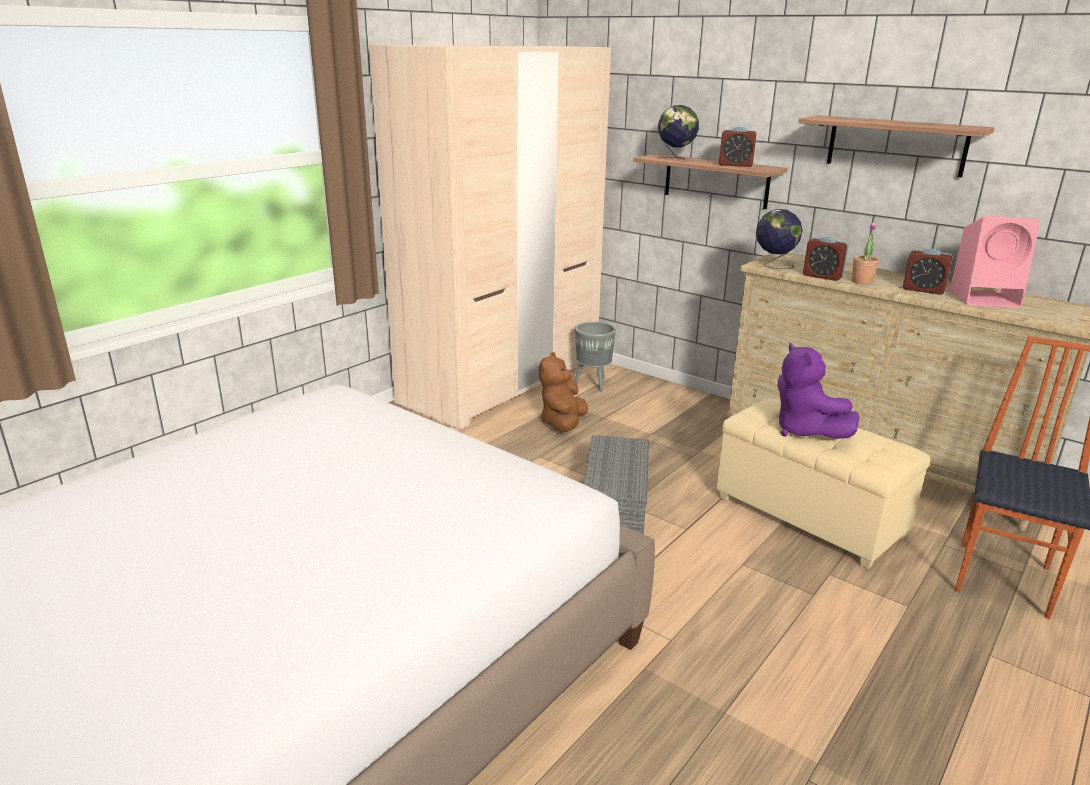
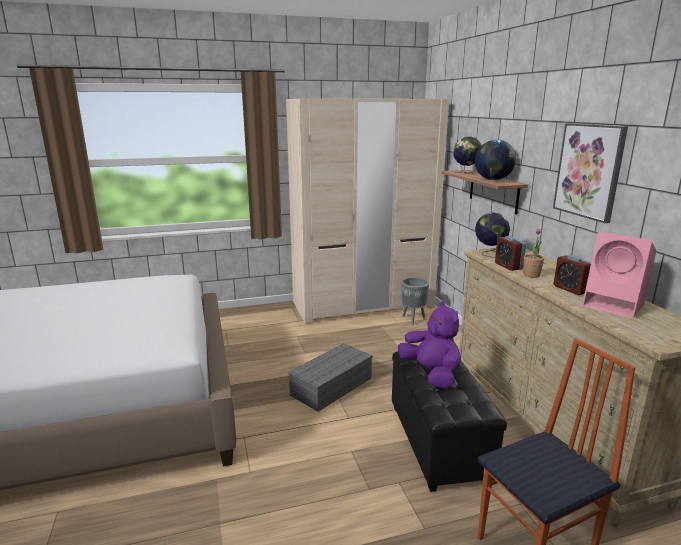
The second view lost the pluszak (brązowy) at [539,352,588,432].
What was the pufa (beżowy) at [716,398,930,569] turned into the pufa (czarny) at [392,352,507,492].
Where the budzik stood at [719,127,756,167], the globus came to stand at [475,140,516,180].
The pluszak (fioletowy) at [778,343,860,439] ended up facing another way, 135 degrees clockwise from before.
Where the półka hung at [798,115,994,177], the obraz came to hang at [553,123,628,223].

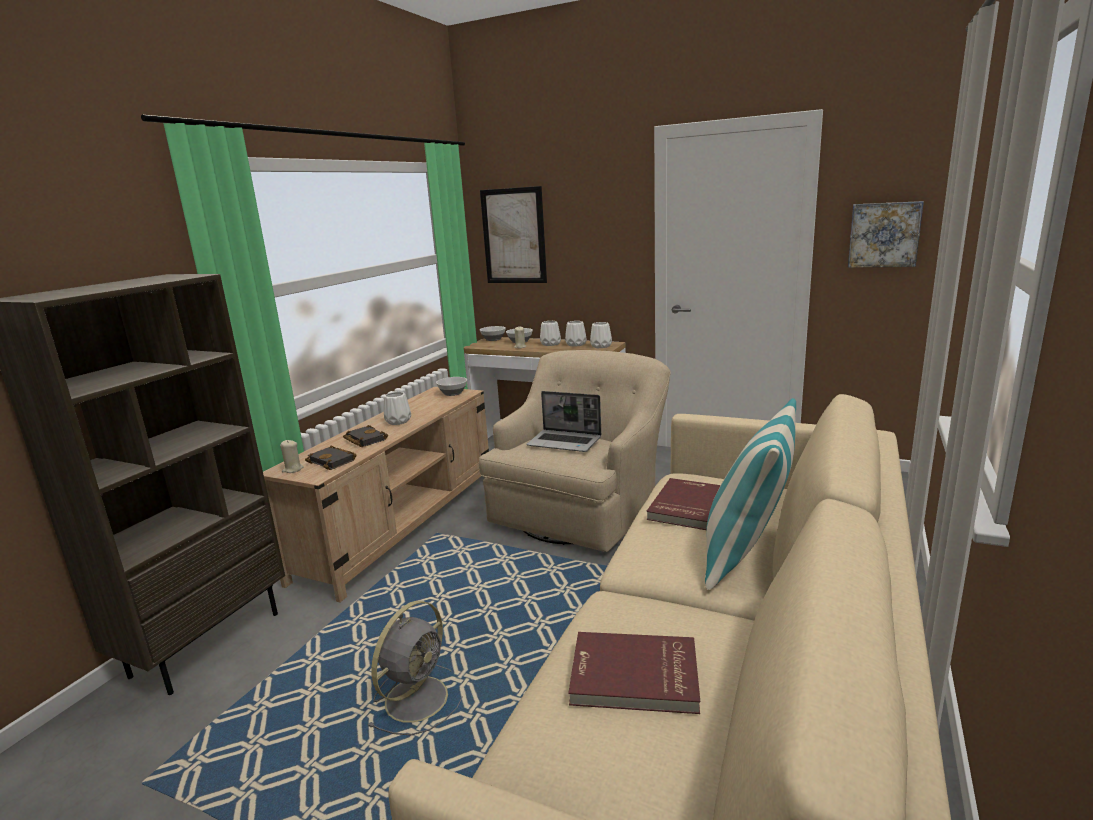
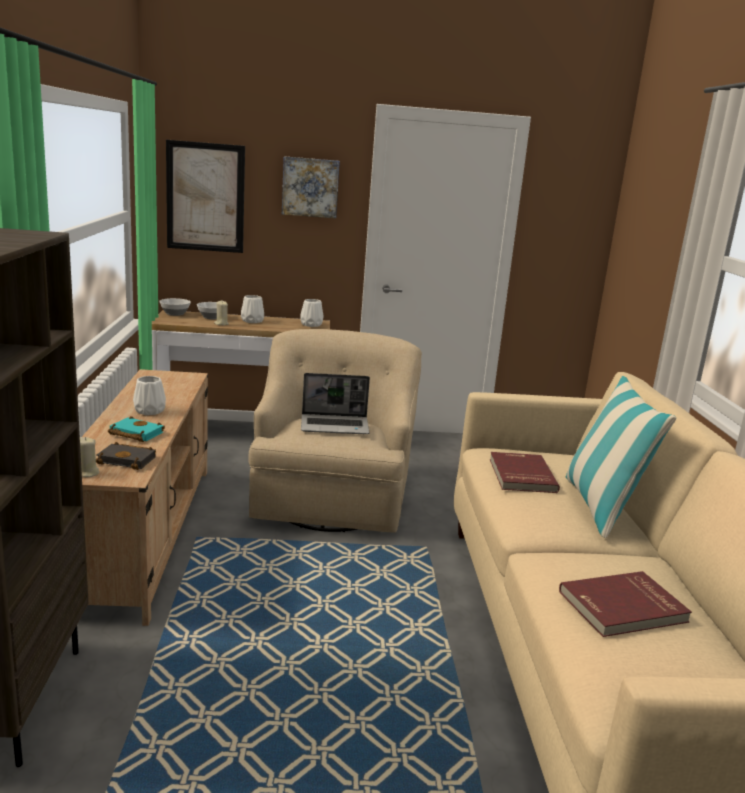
What was the książka (czarny) at [343,425,388,447] turned into the książka (turkusowy) at [108,416,165,442].
The second view lost the wentylator (szary) at [367,601,463,735].
The second view lost the miska at [436,377,467,396].
The second view lost the wazon (biały) at [565,321,587,347].
The obraz ended up elsewhere, having gone from [848,201,924,267] to [282,156,340,218].

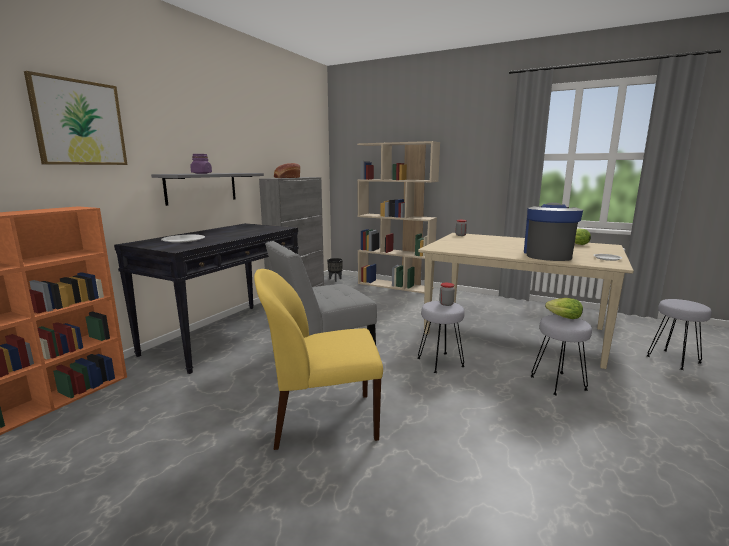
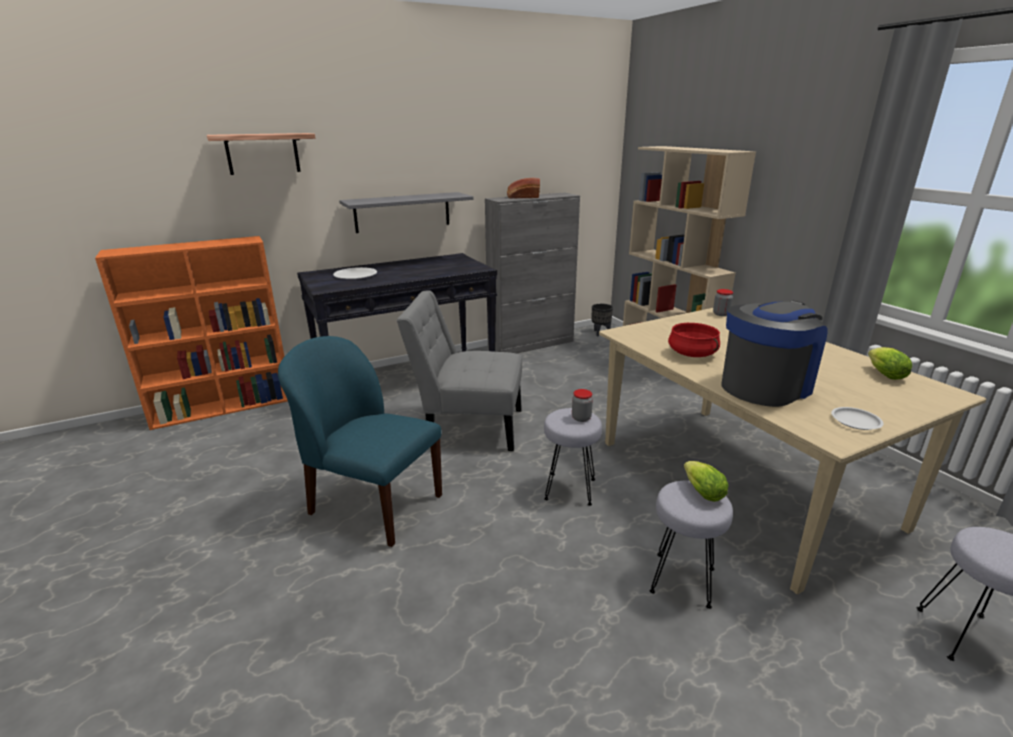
Where the obraz hung at [24,71,127,165], the półka came to hang at [207,133,315,175].
The second view lost the słoik (fioletowy) at [190,154,212,174].
What was the krzesło (żółty) at [254,269,383,450] turned into the krzesło (niebieski) at [278,336,442,547].
The second view gained the garnek (czerwony) at [668,323,720,357].

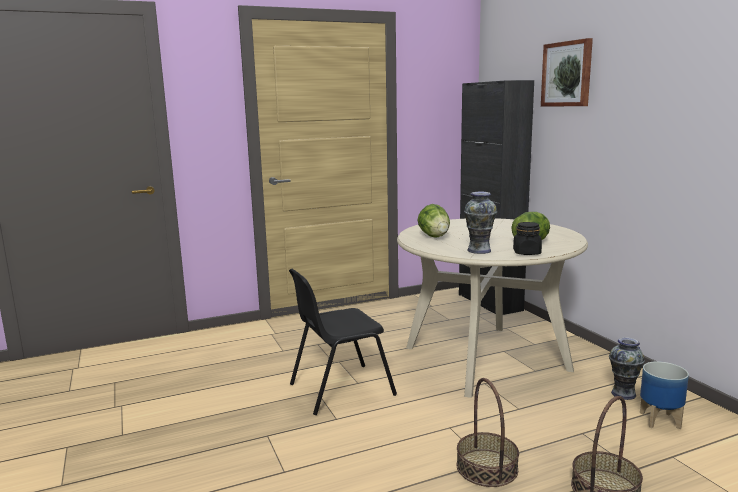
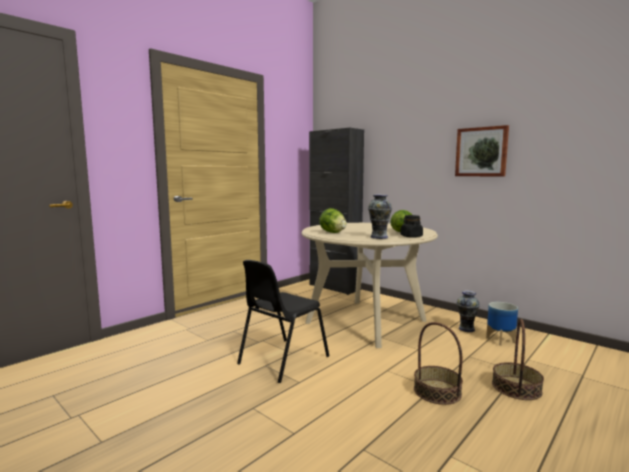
The obraz ended up elsewhere, having gone from [541,38,593,106] to [455,125,509,176].

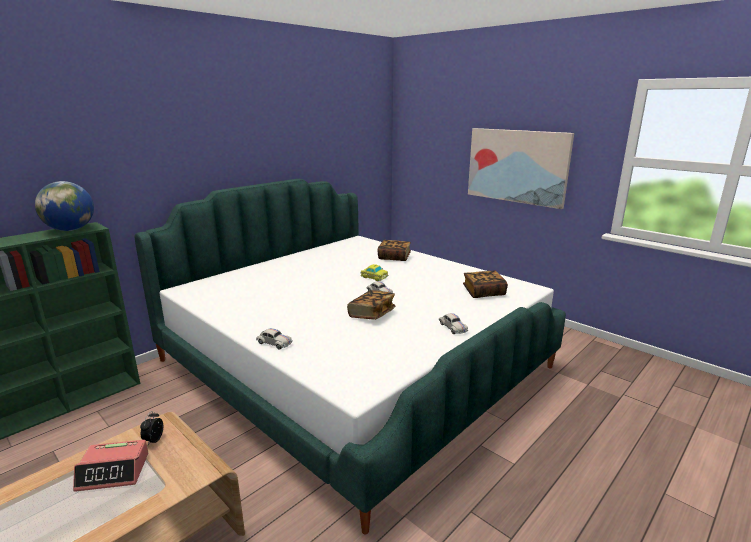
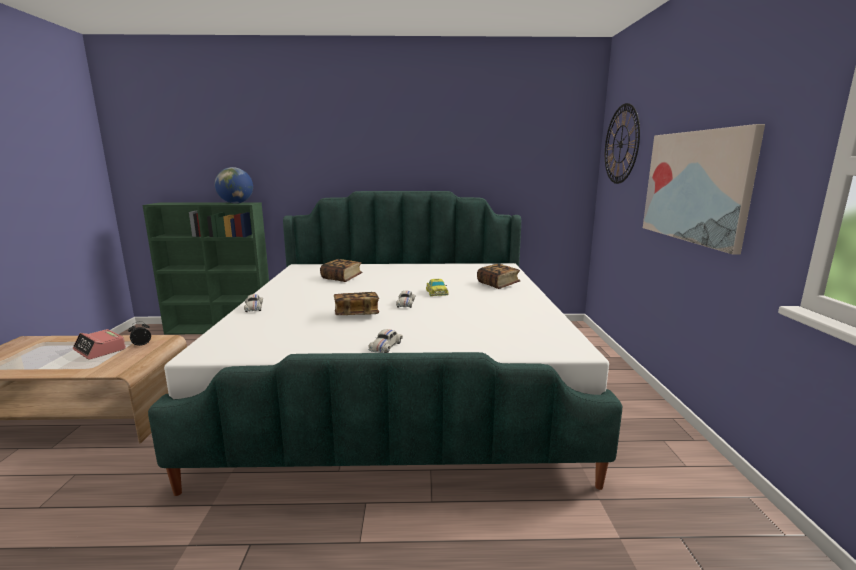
The książka ended up elsewhere, having gone from [463,271,508,298] to [320,259,363,282].
The second view gained the zegar ścienny at [605,103,640,184].

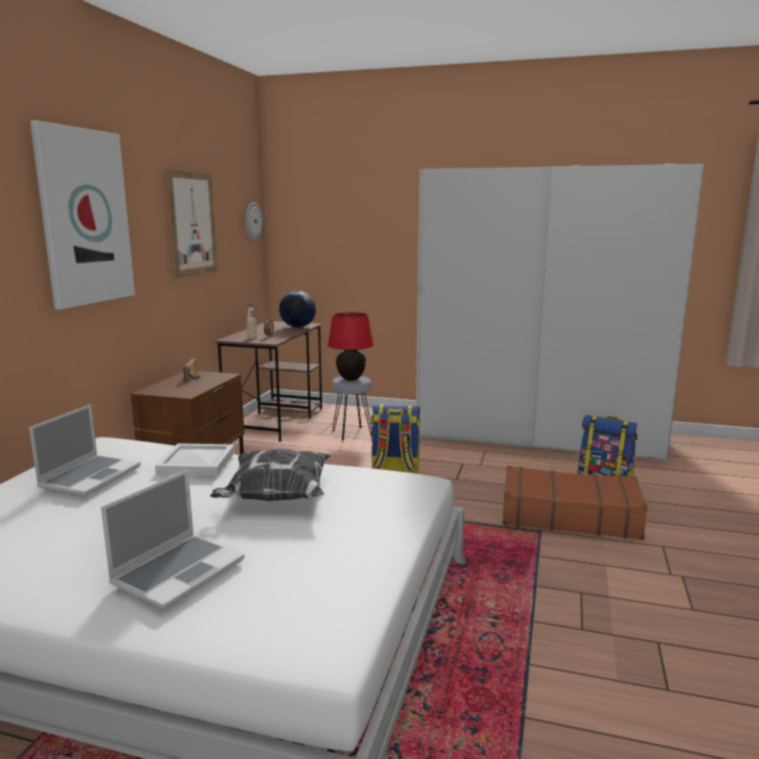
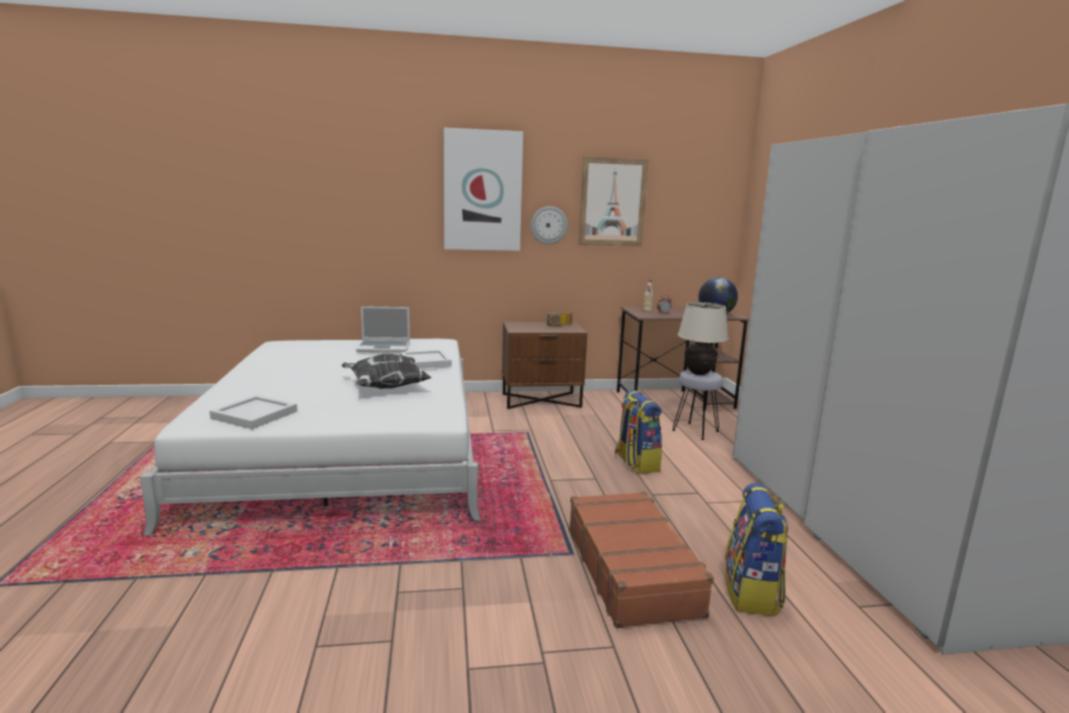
The second view lost the laptop at [101,470,245,609].
The zegar ścienny ended up elsewhere, having gone from [245,203,263,240] to [531,206,568,244].
What was the lampa stołowa (czerwony) at [327,312,374,381] turned into the lampa stołowa (beżowy) at [678,302,729,375].
The second view gained the taca (biały) at [209,395,297,429].

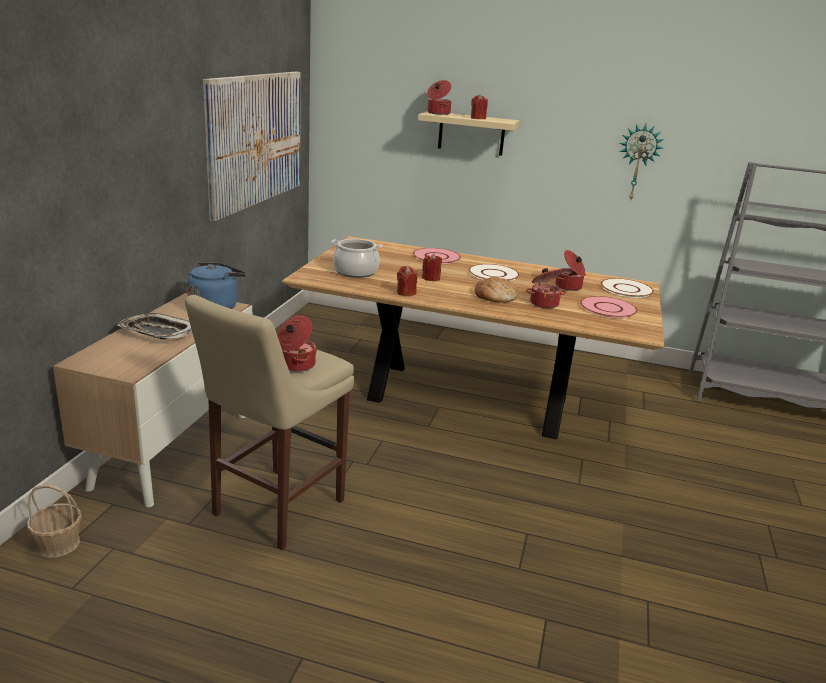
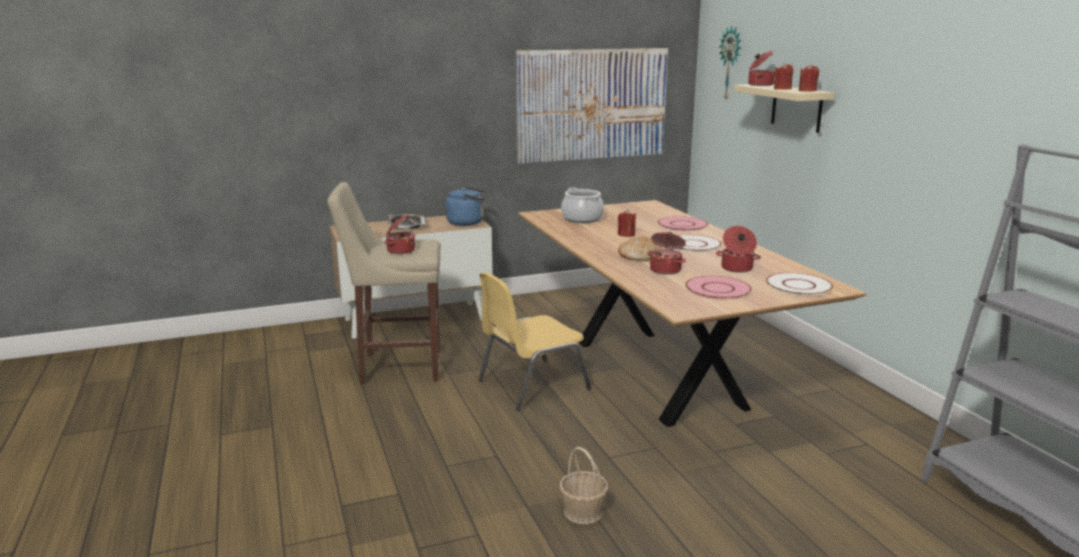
The koszyk ended up elsewhere, having gone from [27,484,82,558] to [560,447,608,524].
The świeca (czerwony) ended up elsewhere, having gone from [397,266,417,296] to [799,64,819,91].
The zegar ścienny ended up elsewhere, having gone from [619,124,664,202] to [719,25,742,100].
The second view gained the krzesło (żółty) at [478,272,591,411].

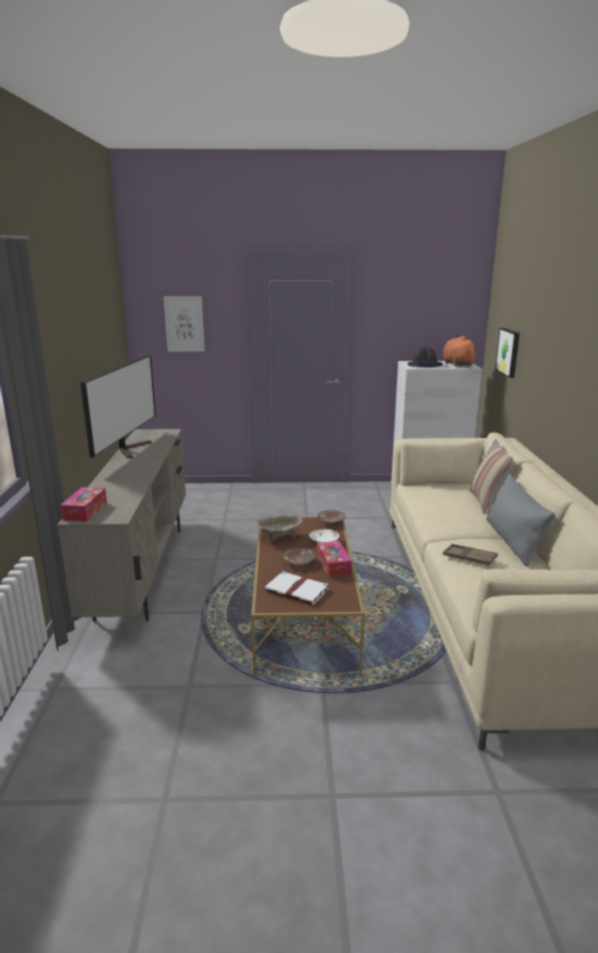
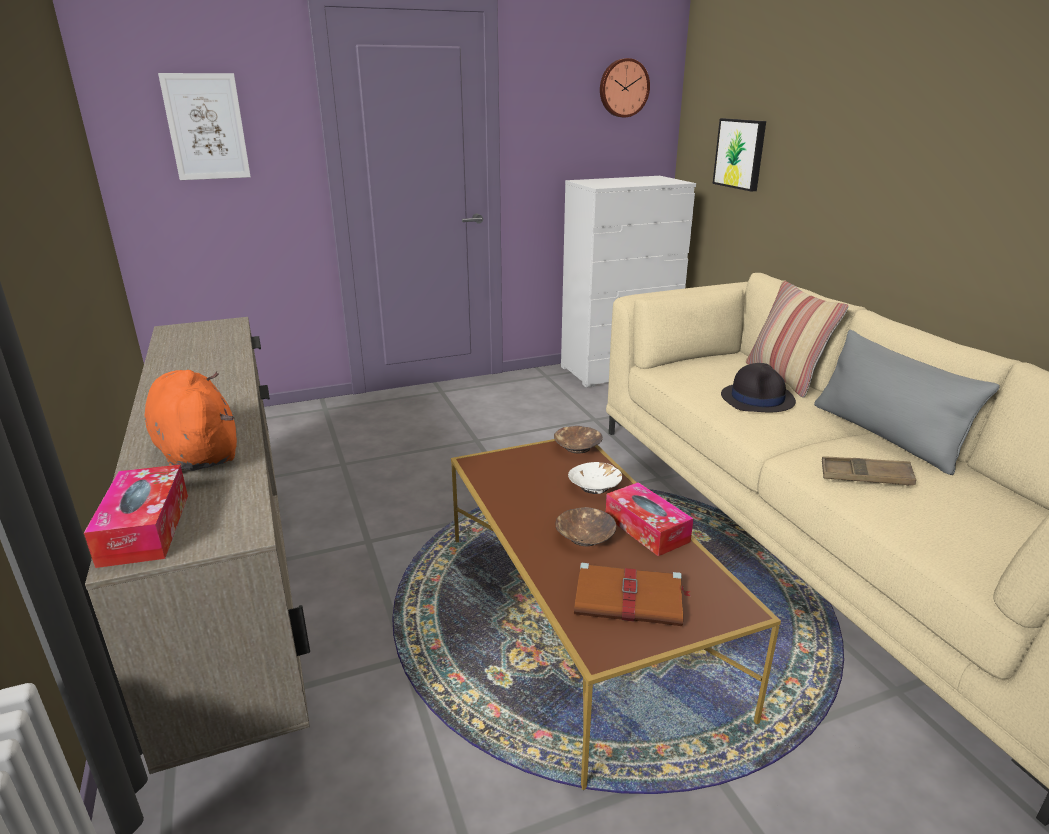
The second view lost the telewizor at [80,355,156,459].
The second view lost the miska (beżowy) at [255,514,303,543].
What was the książka (biały) at [265,571,330,605] turned into the książka (brązowy) at [574,563,691,626].
The kapelusz (czarny) ended up elsewhere, having gone from [407,347,443,367] to [721,363,796,412].
The pluszak (pomarańczowy) ended up elsewhere, having gone from [443,336,478,366] to [145,370,237,471].
The second view gained the zegar ścienny at [600,58,650,117].

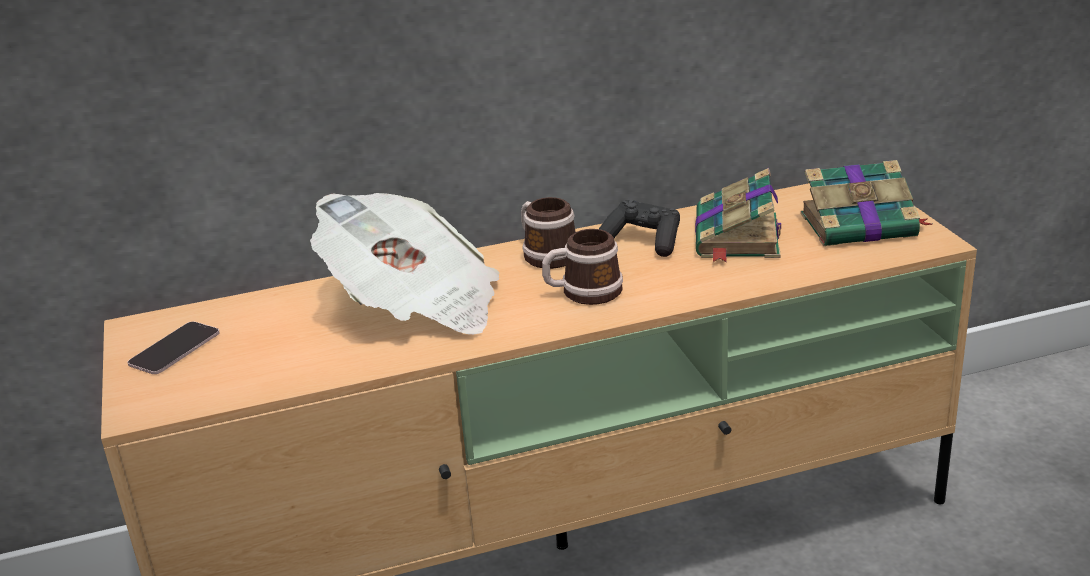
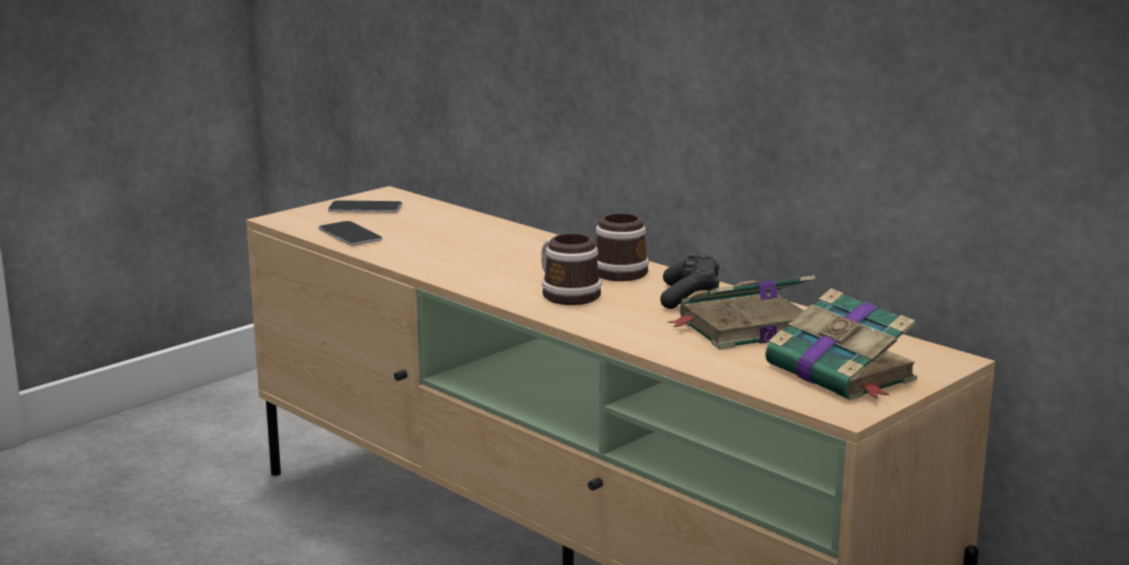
The second view lost the gazeta at [310,193,499,335].
The second view gained the telefon at [319,221,382,246].

